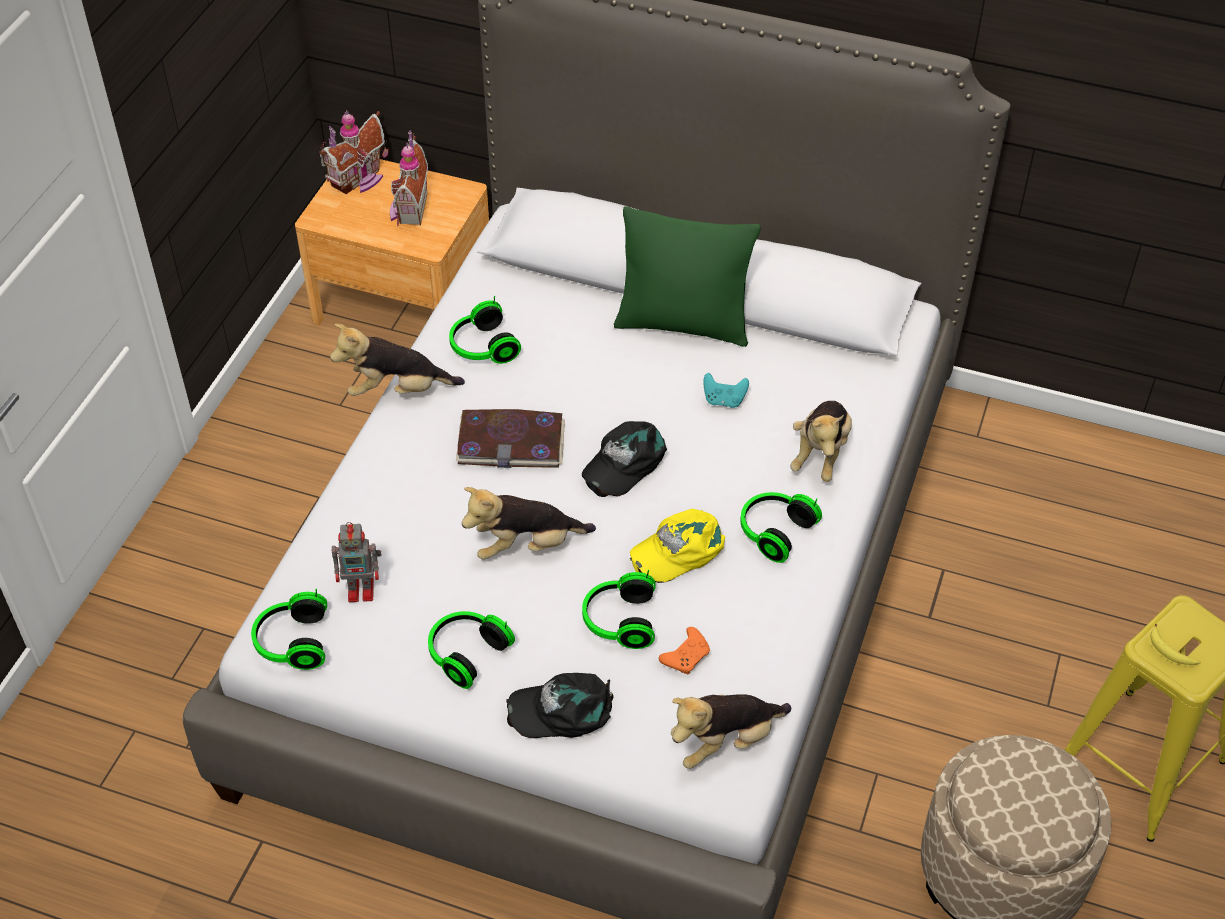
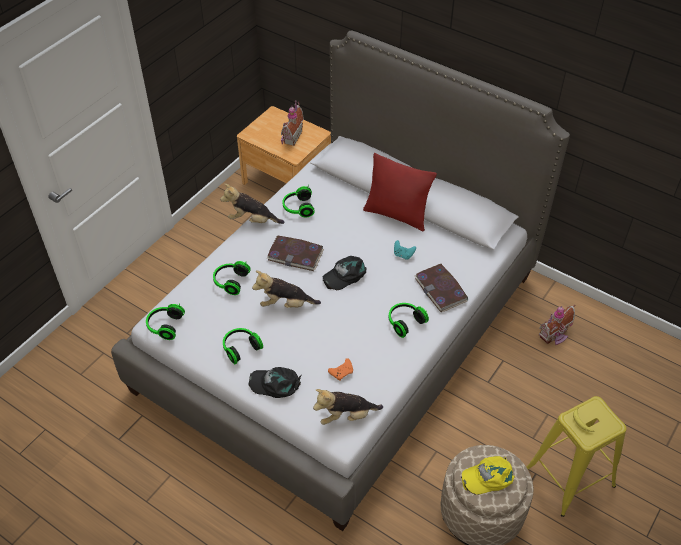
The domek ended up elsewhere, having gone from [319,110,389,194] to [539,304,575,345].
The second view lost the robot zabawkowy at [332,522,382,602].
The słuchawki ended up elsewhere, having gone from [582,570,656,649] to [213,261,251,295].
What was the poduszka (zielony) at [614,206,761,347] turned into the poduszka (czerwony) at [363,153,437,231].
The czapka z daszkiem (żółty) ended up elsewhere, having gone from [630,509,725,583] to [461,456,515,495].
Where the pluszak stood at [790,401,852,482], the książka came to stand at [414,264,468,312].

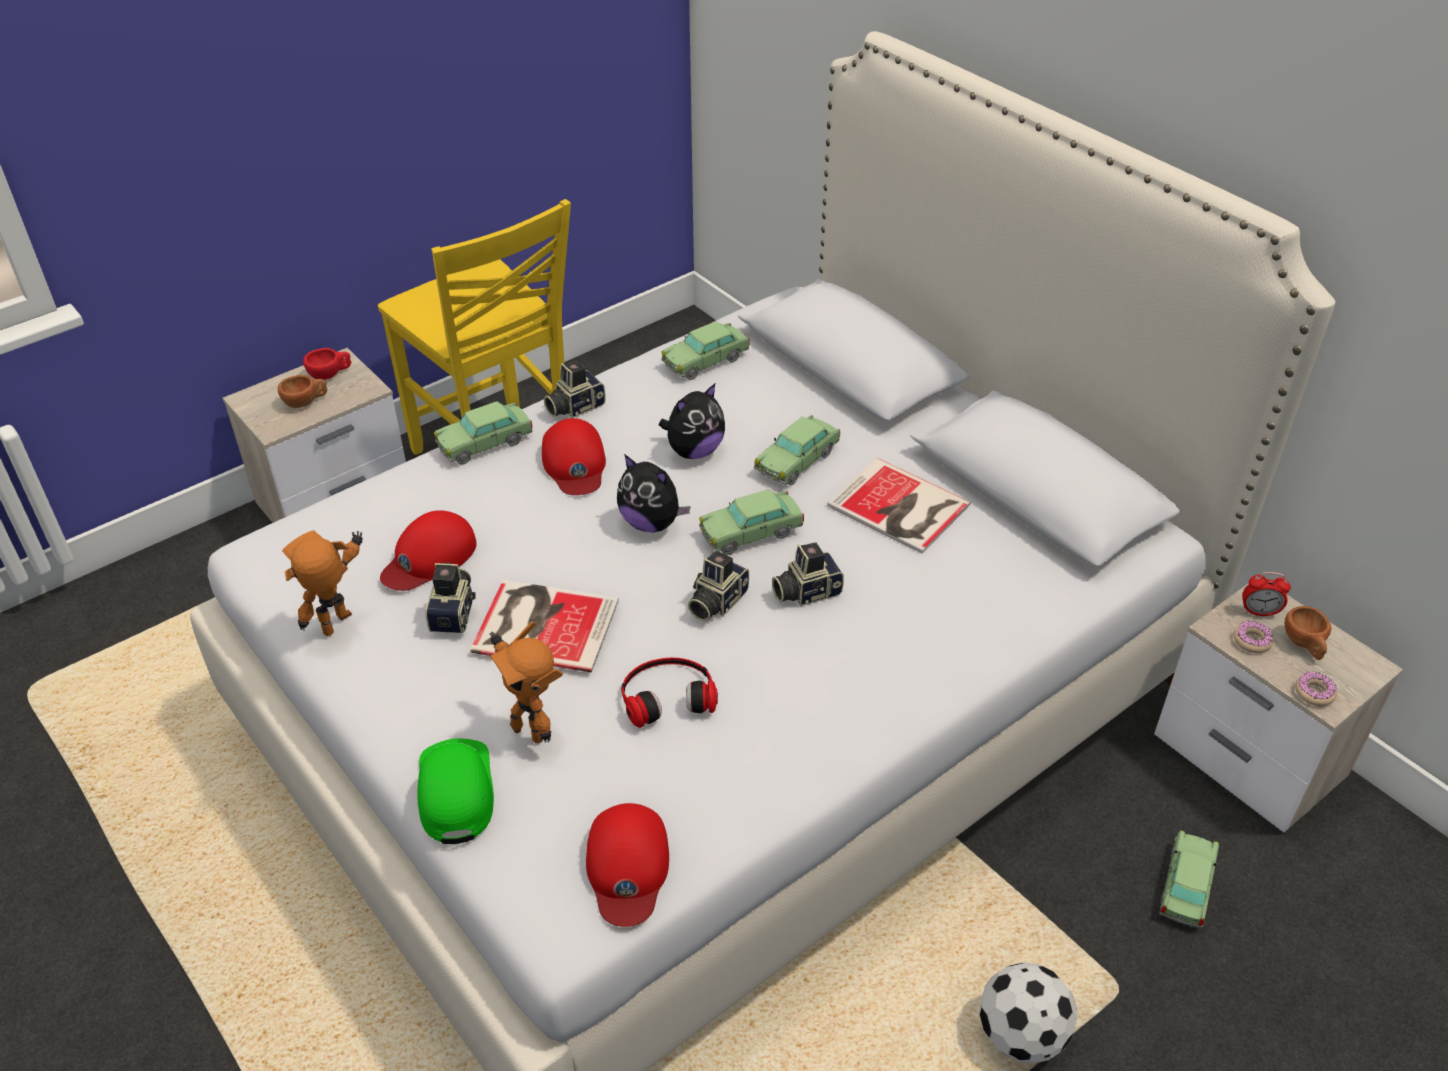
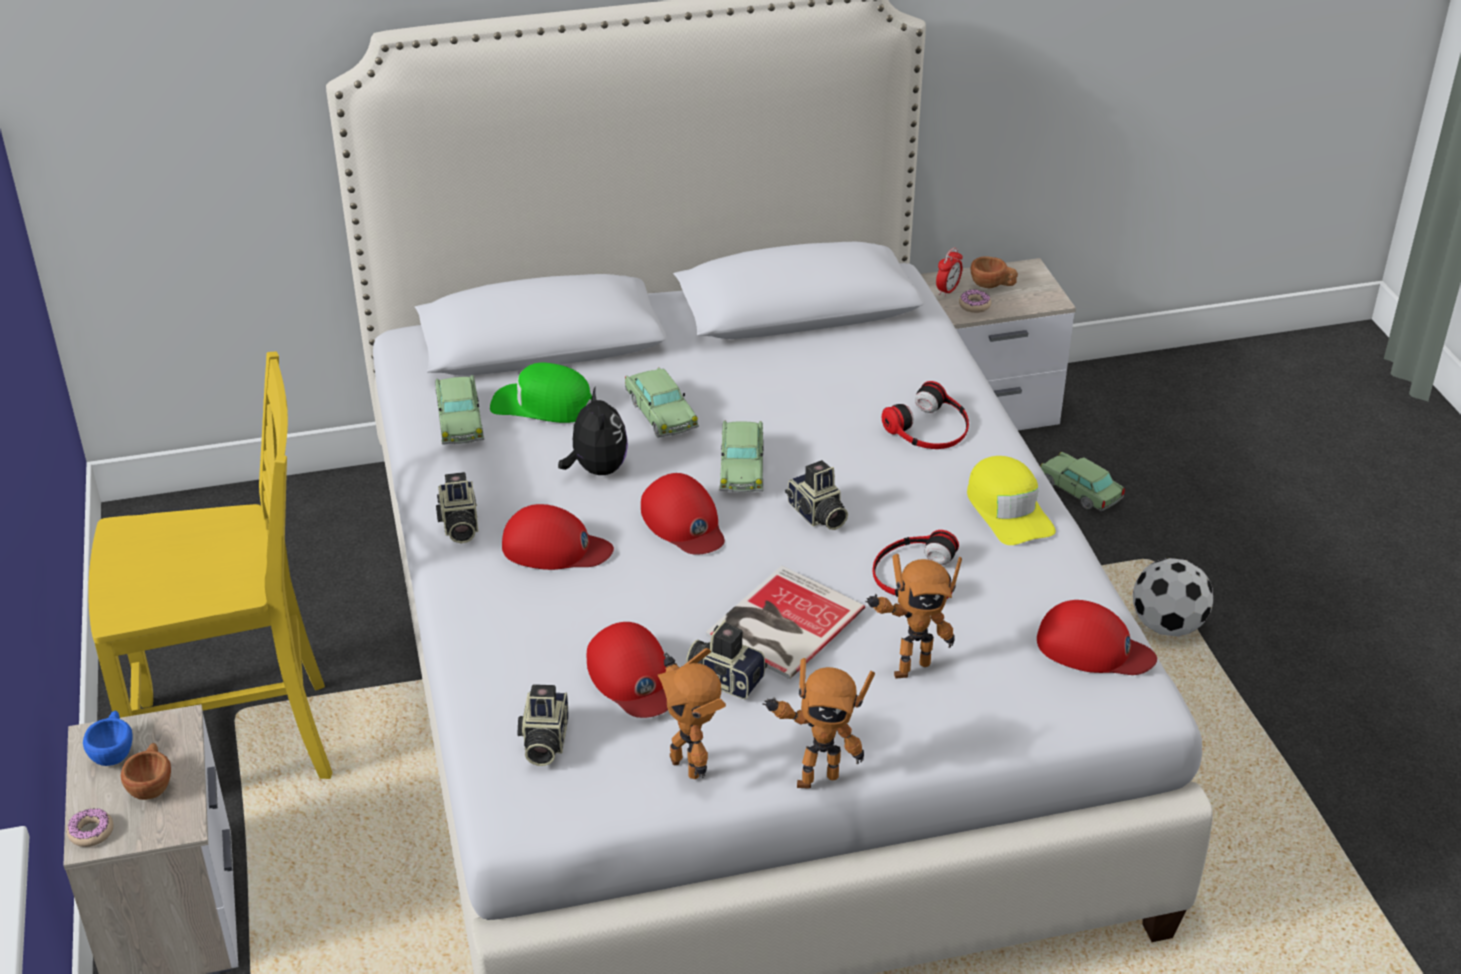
What was the filiżanka (czerwony) at [303,348,351,380] turned into the filiżanka (niebieski) at [83,710,133,766].
The czapka z daszkiem (zielony) ended up elsewhere, having gone from [417,738,494,844] to [490,363,592,423].
The second view lost the samochodzik at [434,401,532,464].
Where the pluszak stood at [617,454,691,532], the czapka z daszkiem (czerwony) came to stand at [641,473,725,555].
The aparat fotograficzny ended up elsewhere, having gone from [772,543,844,606] to [517,684,568,766].
The second view lost the książka at [827,458,971,554].
The donut ended up elsewhere, having gone from [1295,672,1337,706] to [67,808,113,847].
The second view gained the robot zabawkowy at [762,658,875,789].
The second view gained the słuchawki at [882,381,969,449].
The second view gained the czapka z daszkiem (żółty) at [967,456,1056,545].

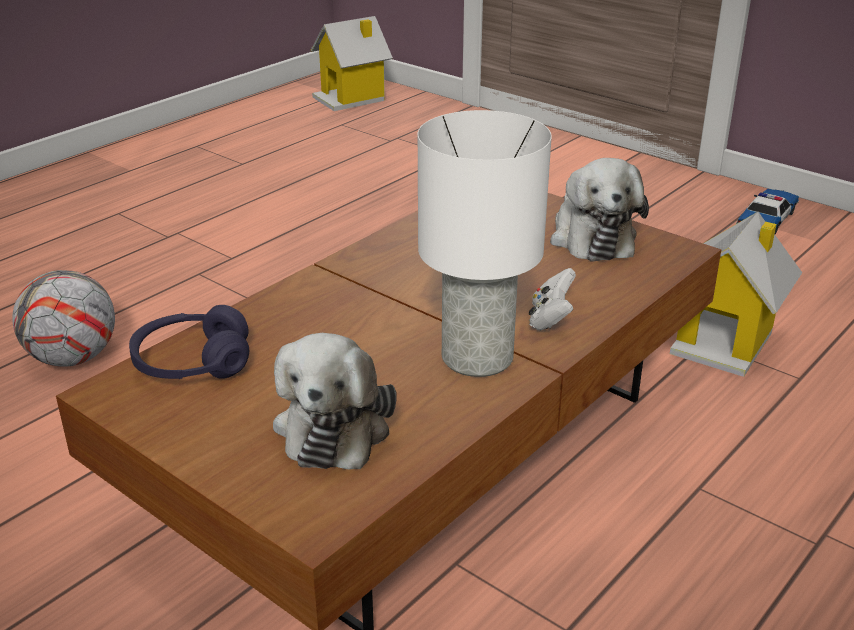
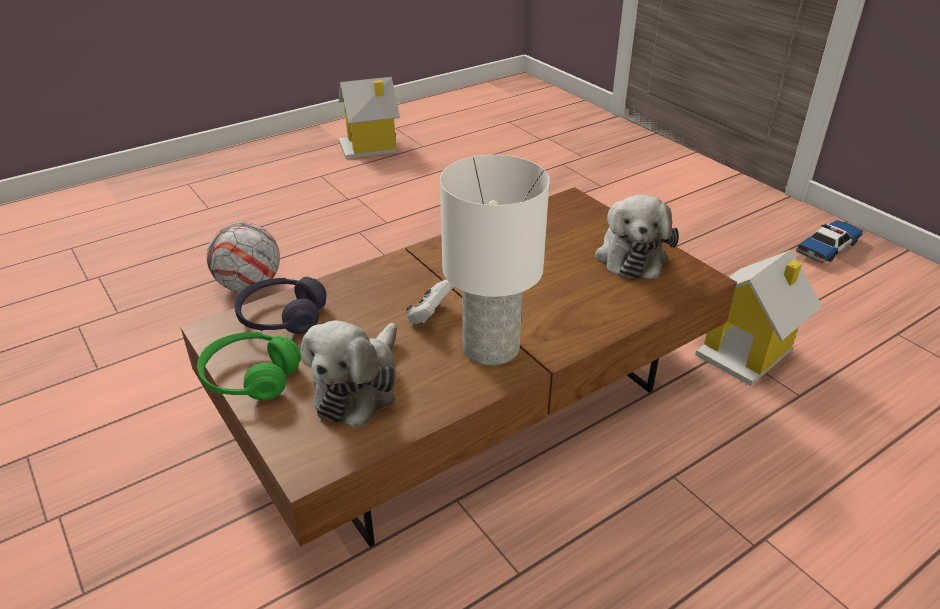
The domek ended up elsewhere, having gone from [311,16,393,111] to [339,77,400,159].
The pad do gier (biały) ended up elsewhere, having gone from [529,268,576,330] to [406,279,455,324].
The second view gained the słuchawki (zielony) at [197,332,301,400].

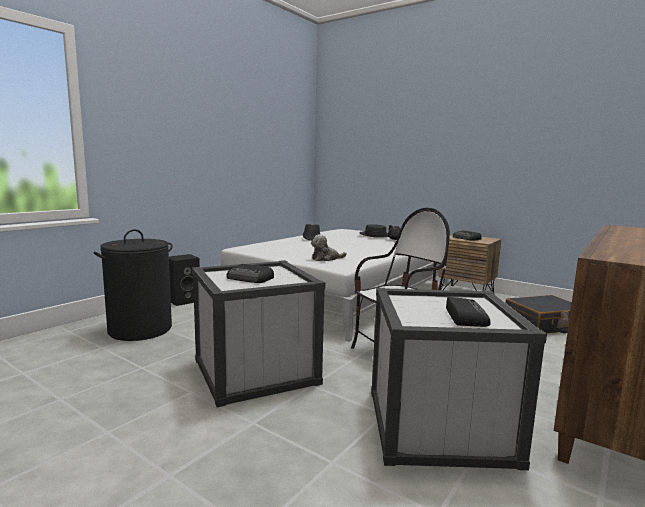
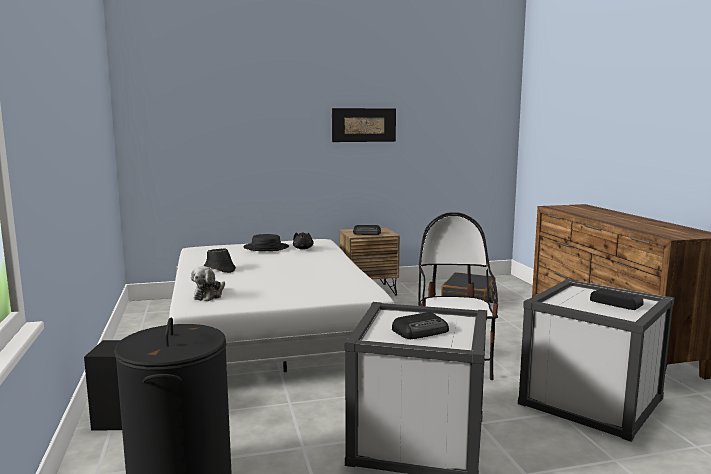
The pluszak ended up elsewhere, having gone from [311,234,347,261] to [191,266,225,301].
The second view gained the obraz at [332,108,396,142].

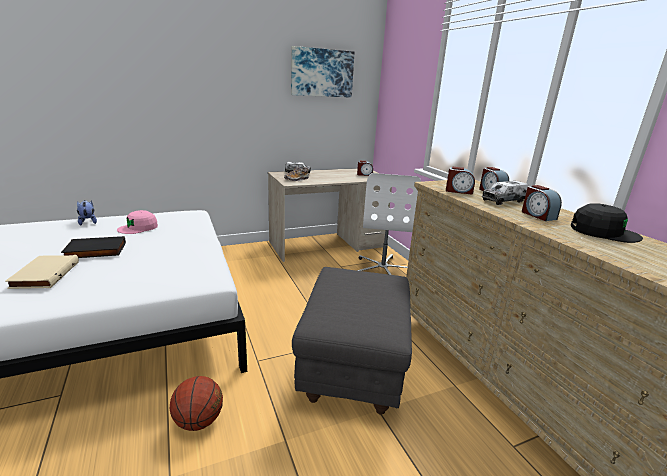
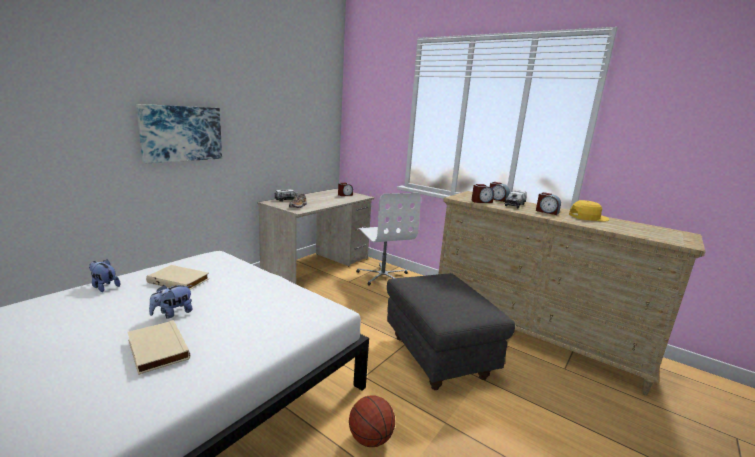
Where the książka (czarny) stood at [61,236,126,258], the pluszak came to stand at [149,285,193,318].
Where the czapka z daszkiem (różowy) stood at [117,210,158,234], the książka (beżowy) came to stand at [146,265,209,290].
The obraz ended up elsewhere, having gone from [291,46,355,98] to [136,104,222,163].
What was the czapka z daszkiem (czarny) at [571,203,643,243] turned into the czapka z daszkiem (żółty) at [569,200,609,222].

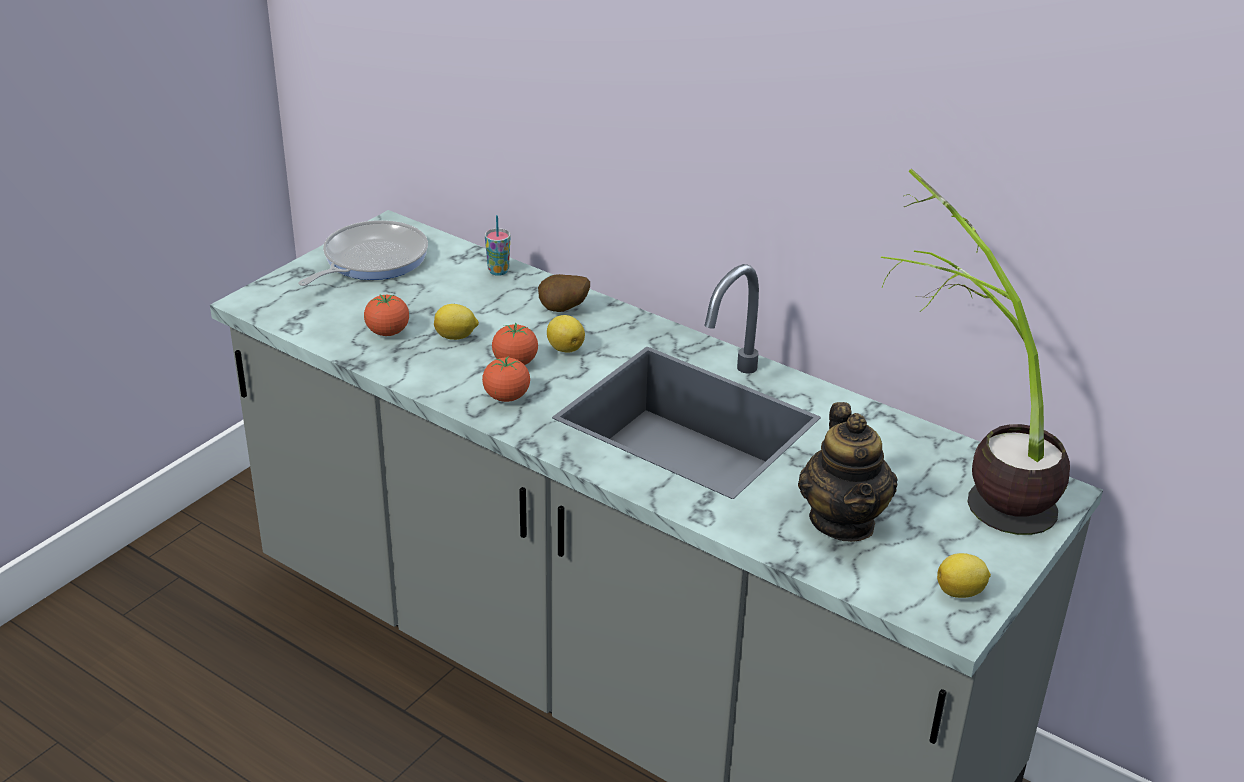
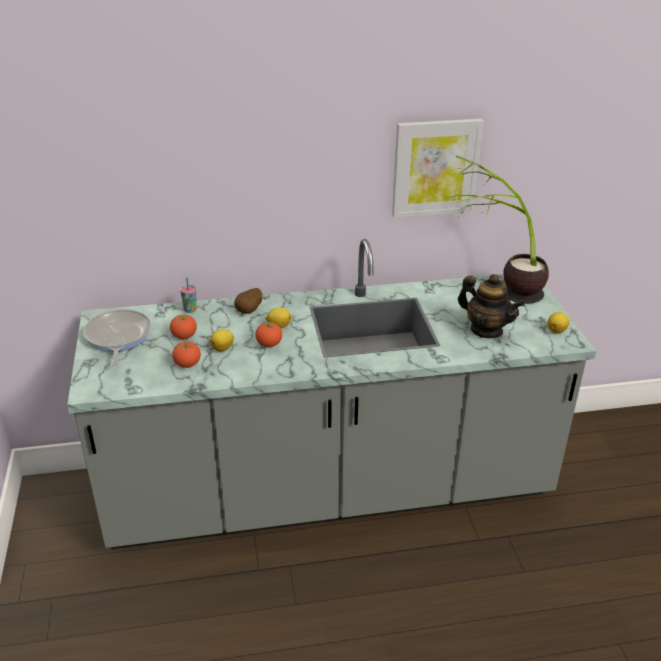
The pomidor ended up elsewhere, having gone from [482,356,530,402] to [170,315,197,339].
The second view gained the obraz at [392,118,484,218].

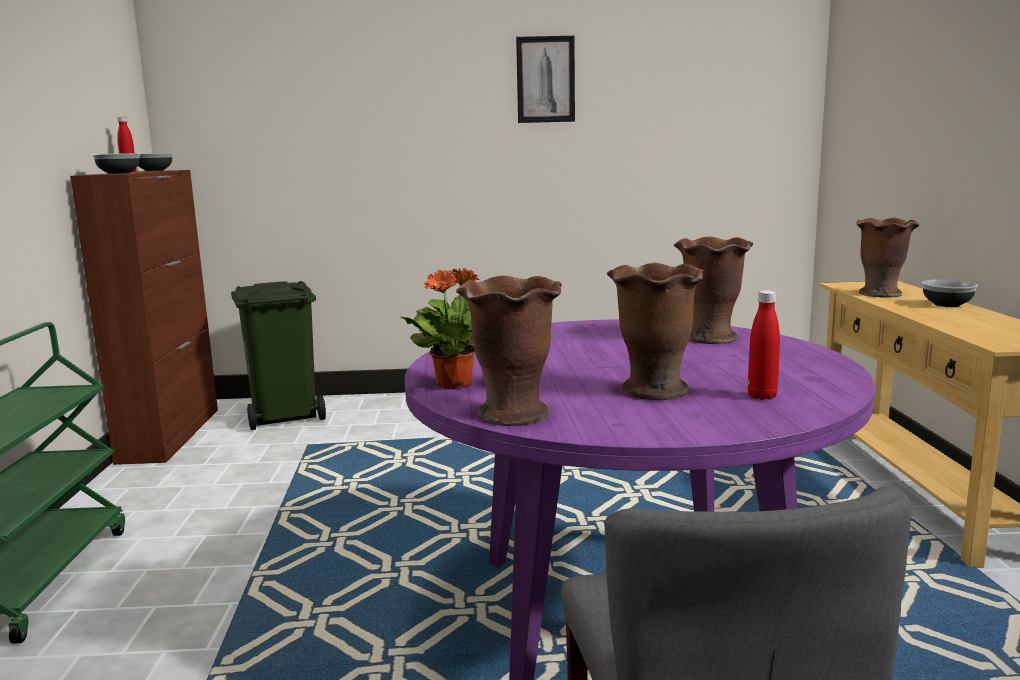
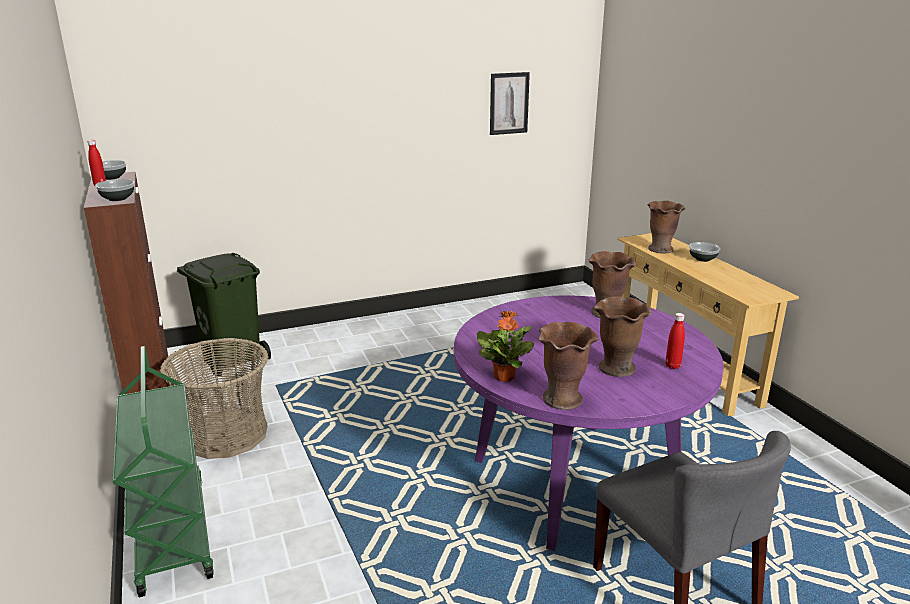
The obraz ended up elsewhere, having gone from [516,36,575,123] to [490,72,530,135].
The second view gained the koszyk at [160,338,268,459].

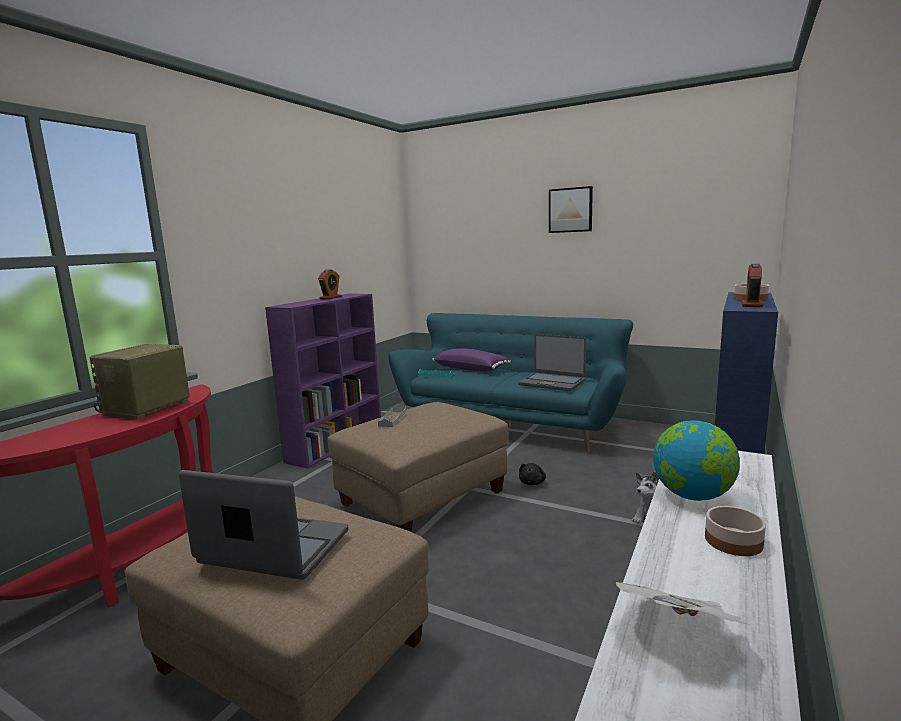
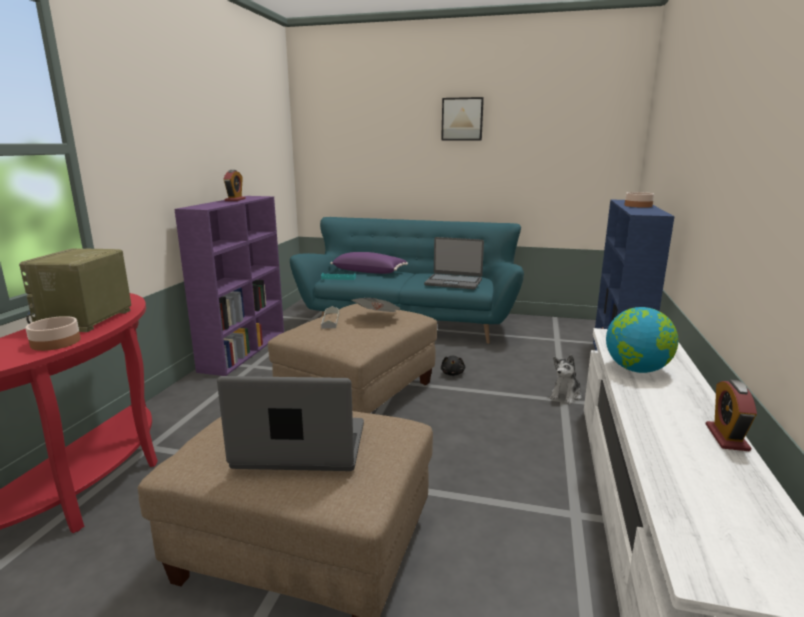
The gazeta ended up elsewhere, having gone from [616,582,751,626] to [351,298,400,312].
The miska ended up elsewhere, having gone from [705,506,766,556] to [26,316,81,351].
The budzik ended up elsewhere, having gone from [742,264,763,307] to [706,380,757,451].

